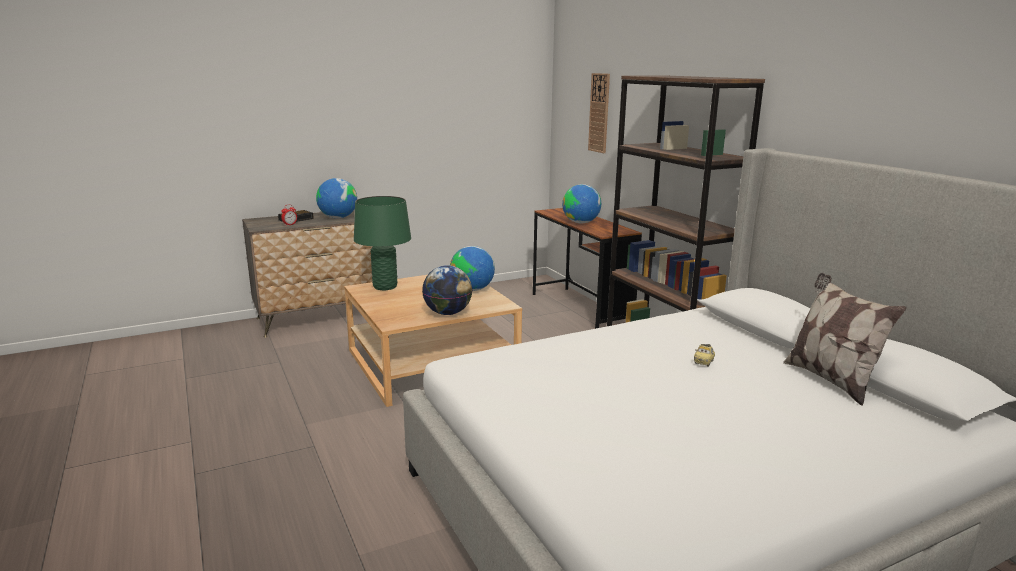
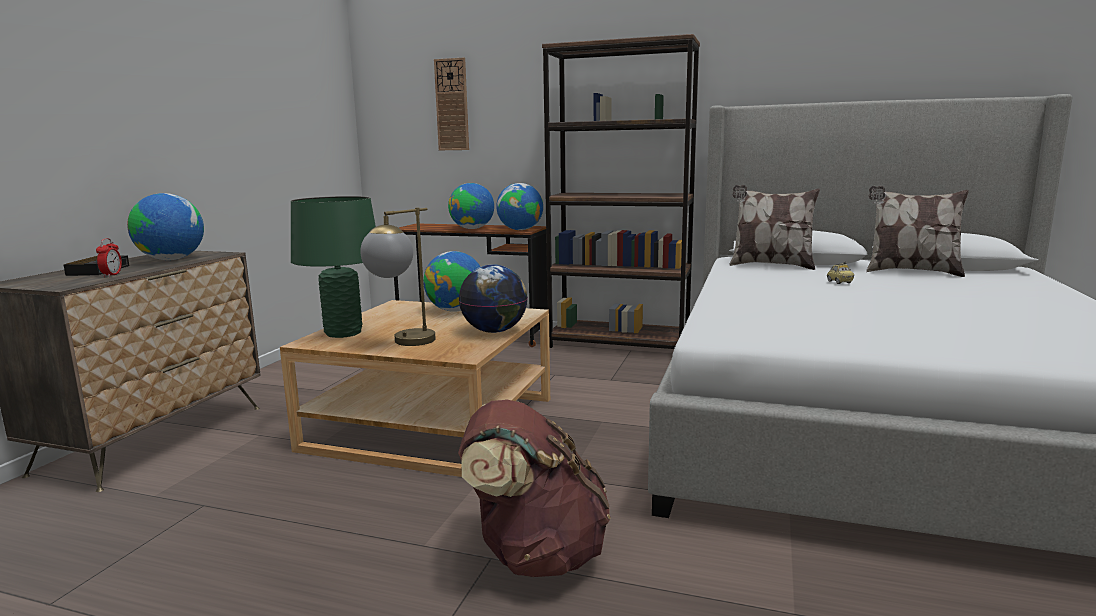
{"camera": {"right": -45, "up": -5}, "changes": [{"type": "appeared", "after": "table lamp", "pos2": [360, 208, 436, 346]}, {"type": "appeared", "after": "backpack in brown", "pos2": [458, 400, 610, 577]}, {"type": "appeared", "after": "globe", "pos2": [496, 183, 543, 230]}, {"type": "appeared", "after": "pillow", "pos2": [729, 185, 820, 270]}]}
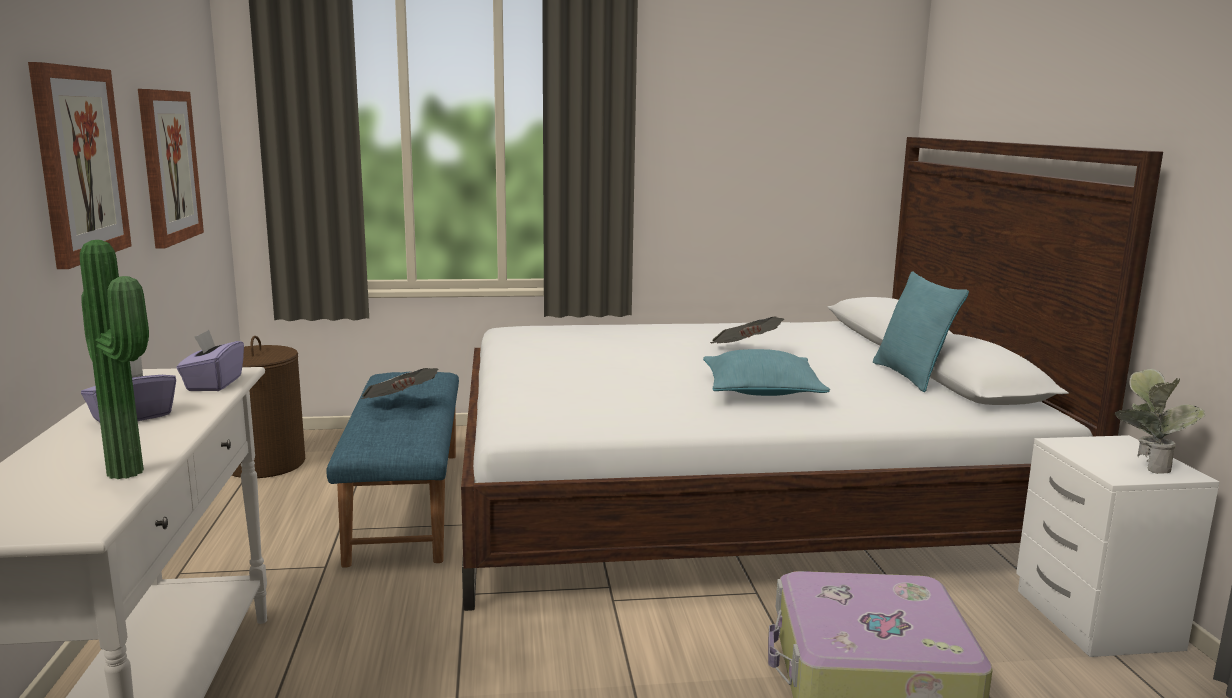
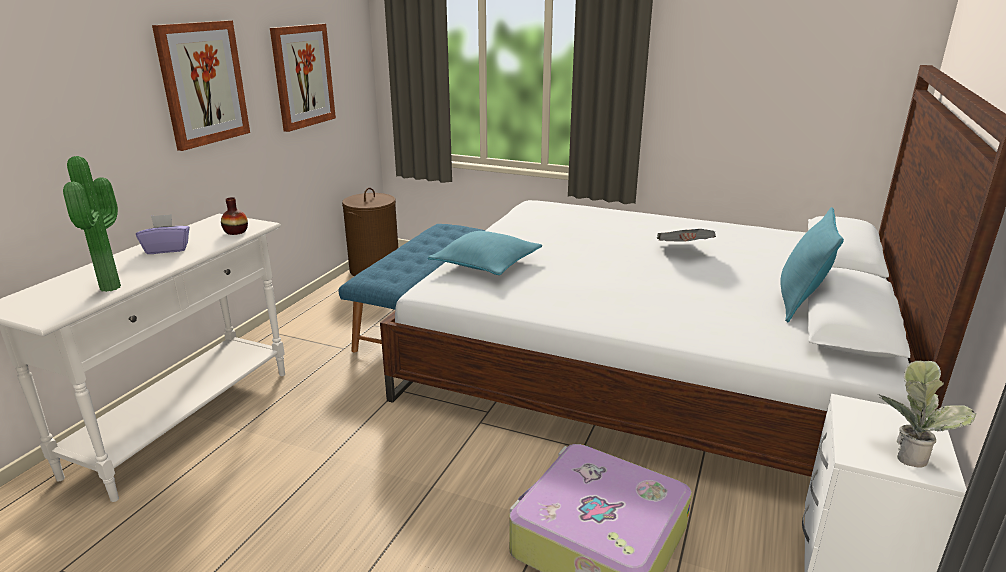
{"camera": {"right": 30, "up": 10}, "changes": [{"type": "exchanged", "before": "tissue box in purple", "after": "vase", "pos1": [177, 329, 244, 391], "pos2": [221, 197, 248, 235]}, {"type": "missing", "before": "newspaper", "pos1": [361, 368, 439, 399]}, {"type": "relocated", "before": "pillow in turquoise", "pos1": [703, 349, 830, 396], "pos2": [428, 231, 542, 275]}]}
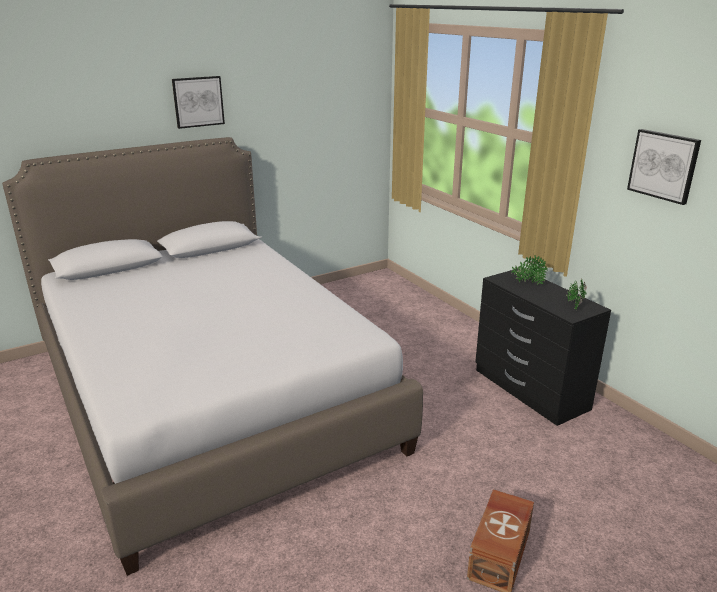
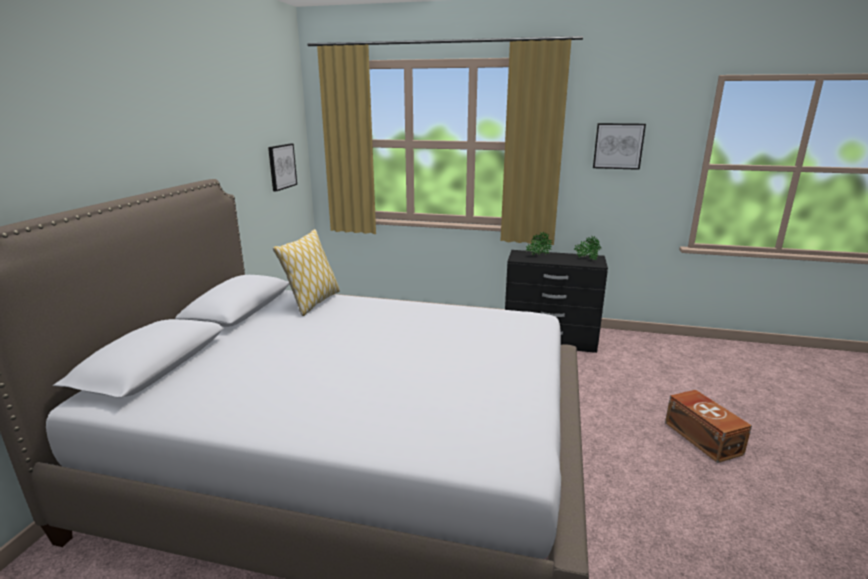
{"camera": {"right": -45, "up": -5}, "changes": [{"type": "relocated", "before": "picture", "pos1": [172, 76, 225, 129], "pos2": [268, 144, 297, 191]}, {"type": "appeared", "after": "pillow", "pos2": [273, 229, 340, 316]}]}
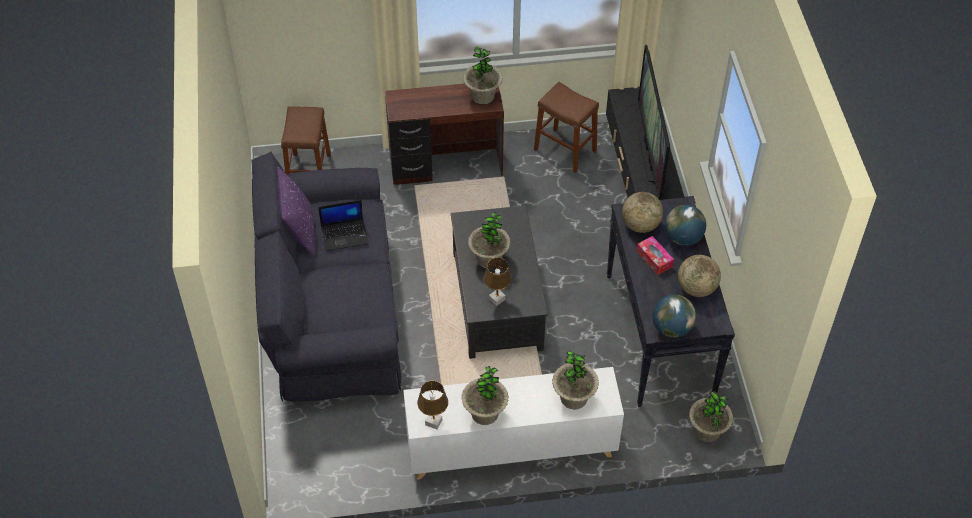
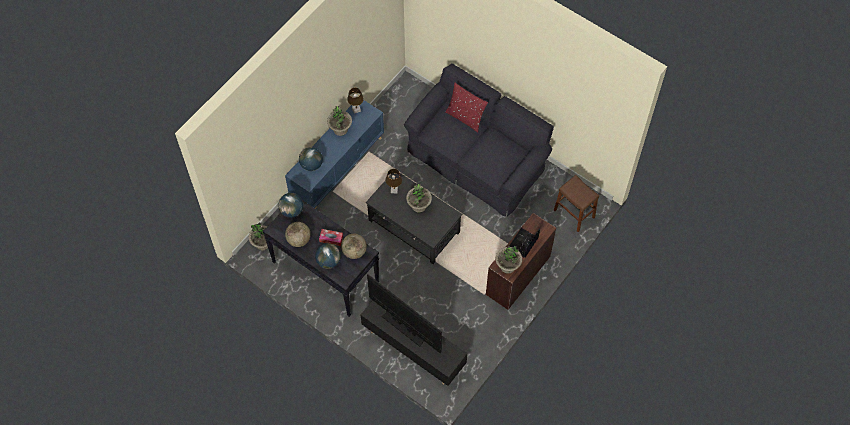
{"camera": {"right": 135, "up": 10}, "changes": [{"type": "missing", "before": "pillow in purple", "pos1": [277, 167, 315, 257]}, {"type": "relocated", "before": "laptop", "pos1": [318, 200, 369, 251], "pos2": [509, 228, 540, 258]}, {"type": "colour", "before": "cabinet in white", "after": "cabinet in blue", "pos1": [403, 367, 624, 480], "pos2": [285, 100, 384, 209]}, {"type": "missing", "before": "stool in brown", "pos1": [534, 82, 599, 173]}, {"type": "exchanged", "before": "potted plant", "after": "globe", "pos1": [552, 350, 599, 409], "pos2": [299, 147, 323, 171]}, {"type": "appeared", "after": "pillow in red", "pos2": [445, 83, 488, 132]}]}
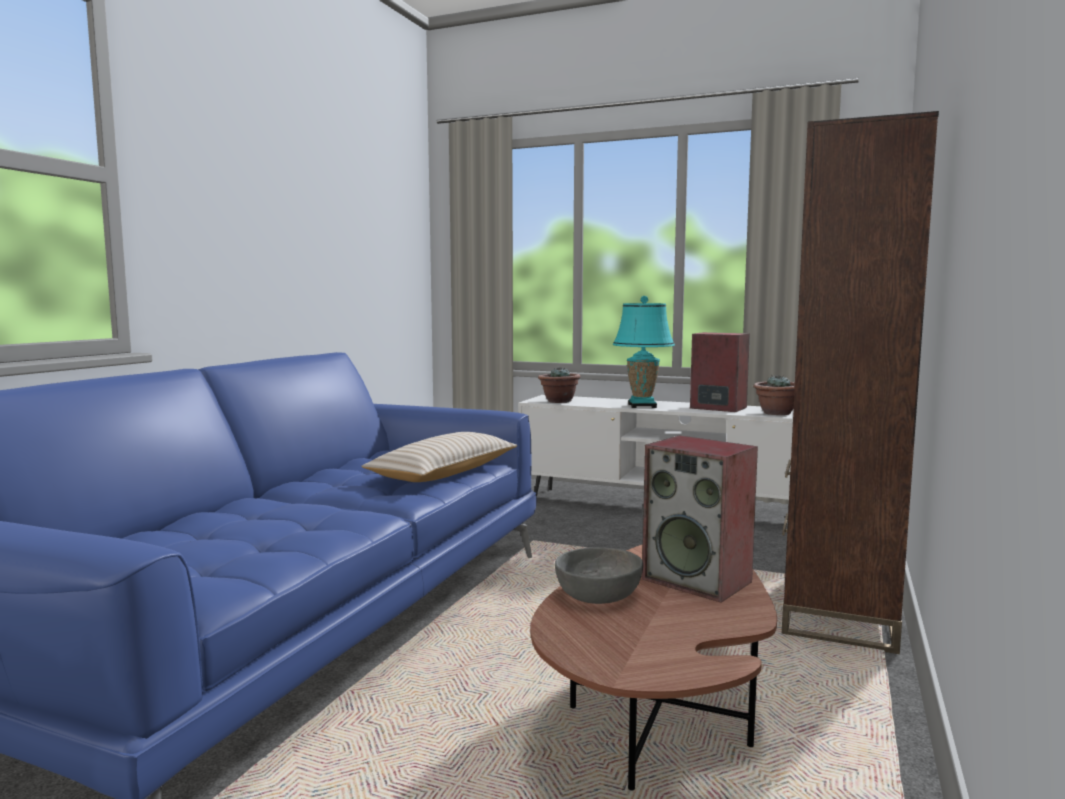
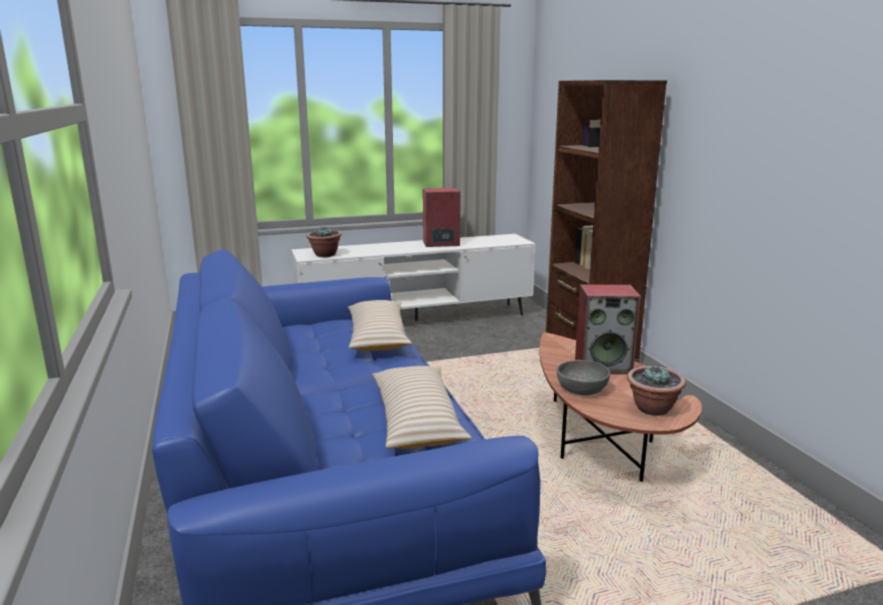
{"camera": {"right": -40, "up": 10}, "changes": [{"type": "missing", "before": "table lamp in turquoise", "pos1": [613, 296, 675, 408]}, {"type": "relocated", "before": "potted plant", "pos1": [753, 375, 795, 415], "pos2": [627, 365, 686, 416]}, {"type": "appeared", "after": "pillow in beige", "pos2": [372, 366, 471, 449]}]}
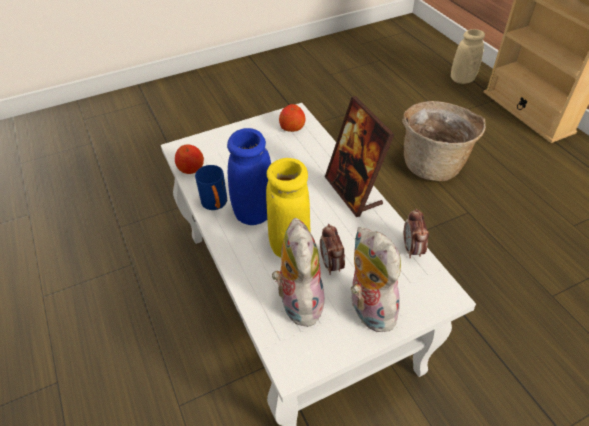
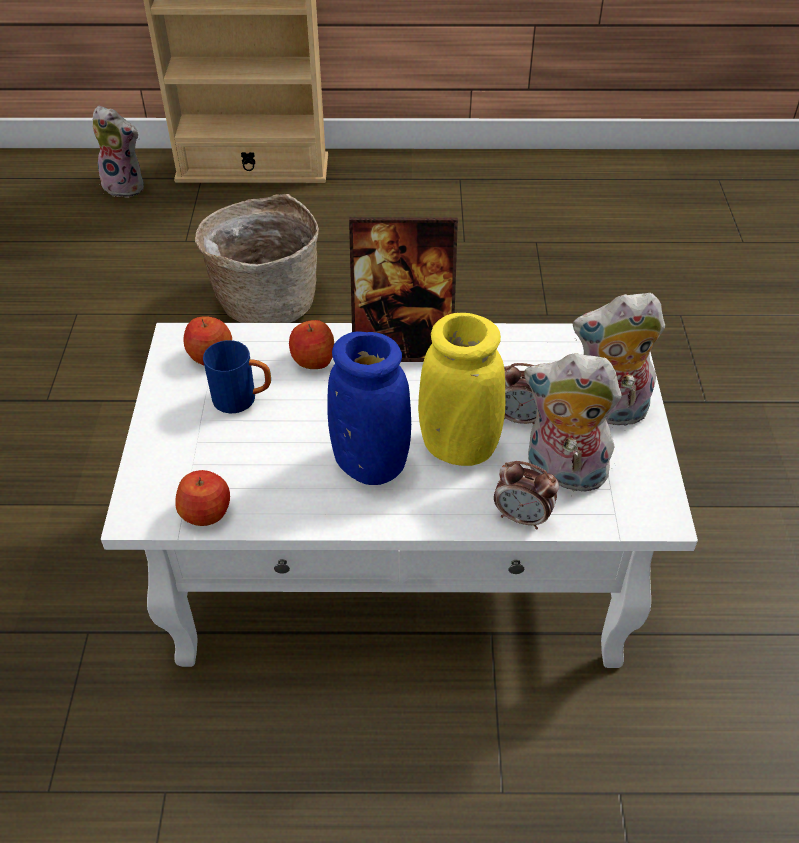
{"camera": {"right": -65, "up": 0}, "changes": [{"type": "relocated", "before": "mug in blue", "pos1": [195, 165, 227, 210], "pos2": [203, 340, 271, 413]}, {"type": "relocated", "before": "alarm clock", "pos1": [404, 208, 429, 258], "pos2": [494, 461, 559, 530]}, {"type": "exchanged", "before": "vase in beige", "after": "plush toy", "pos1": [451, 29, 485, 84], "pos2": [92, 106, 144, 198]}, {"type": "appeared", "after": "apple", "pos2": [289, 320, 334, 369]}]}
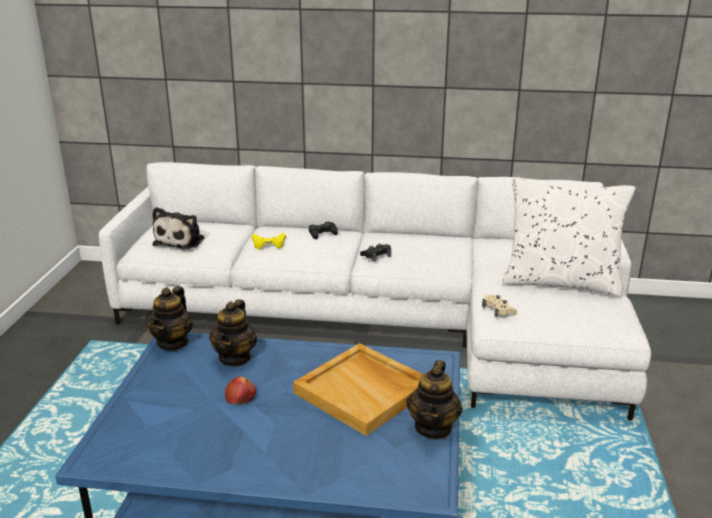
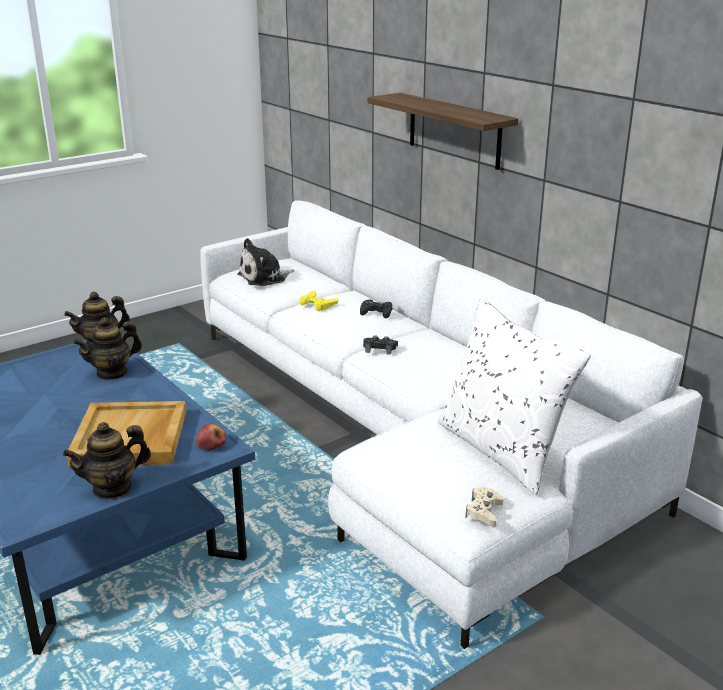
{"camera": {"right": 45, "up": 0}, "changes": [{"type": "relocated", "before": "apple", "pos1": [225, 377, 256, 404], "pos2": [196, 424, 226, 451]}, {"type": "relocated", "before": "game controller in beige", "pos1": [482, 294, 517, 317], "pos2": [465, 487, 504, 527]}, {"type": "appeared", "after": "shelf", "pos2": [367, 92, 518, 170]}]}
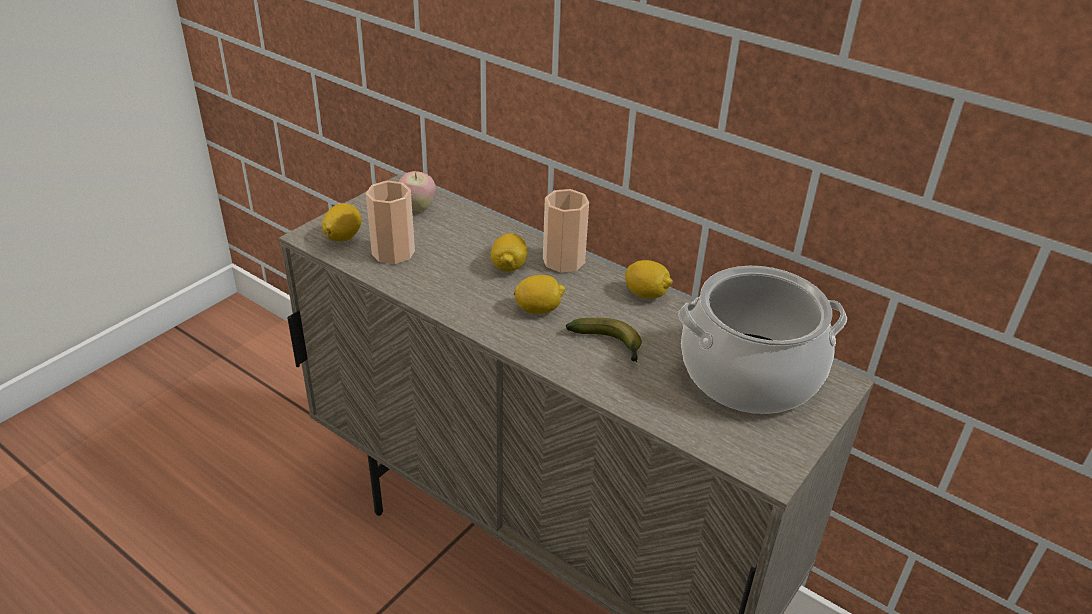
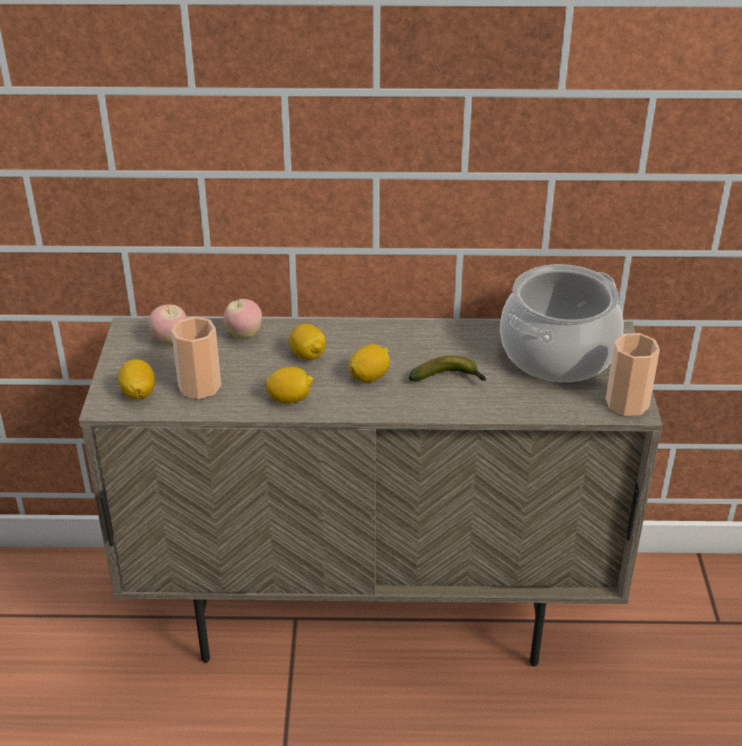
{"camera": {"right": -35, "up": 0}, "changes": [{"type": "relocated", "before": "cup", "pos1": [543, 189, 589, 272], "pos2": [606, 333, 660, 416]}, {"type": "relocated", "before": "lemon", "pos1": [625, 260, 673, 299], "pos2": [265, 367, 313, 404]}, {"type": "appeared", "after": "apple", "pos2": [223, 299, 262, 339]}]}
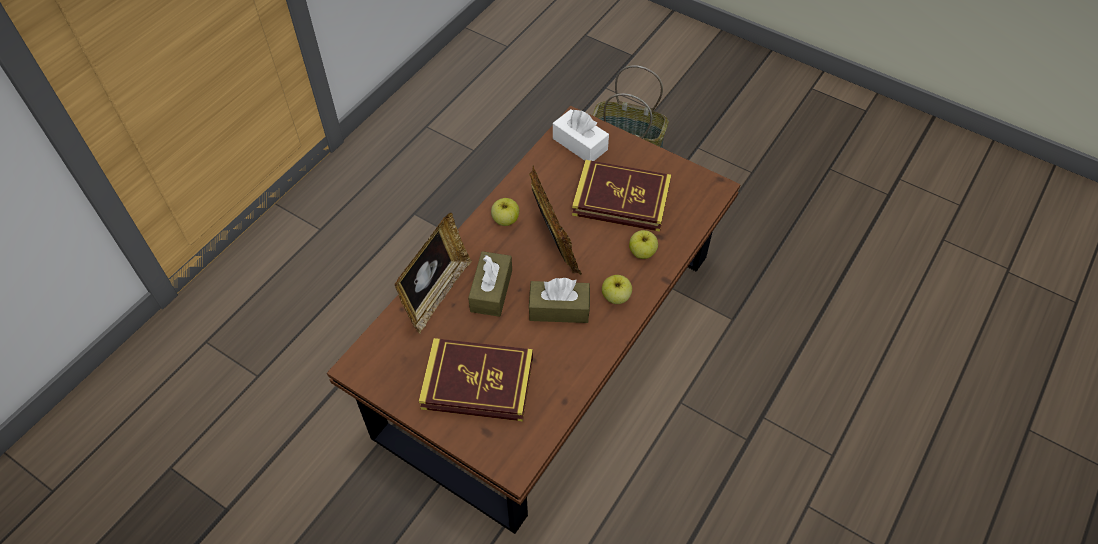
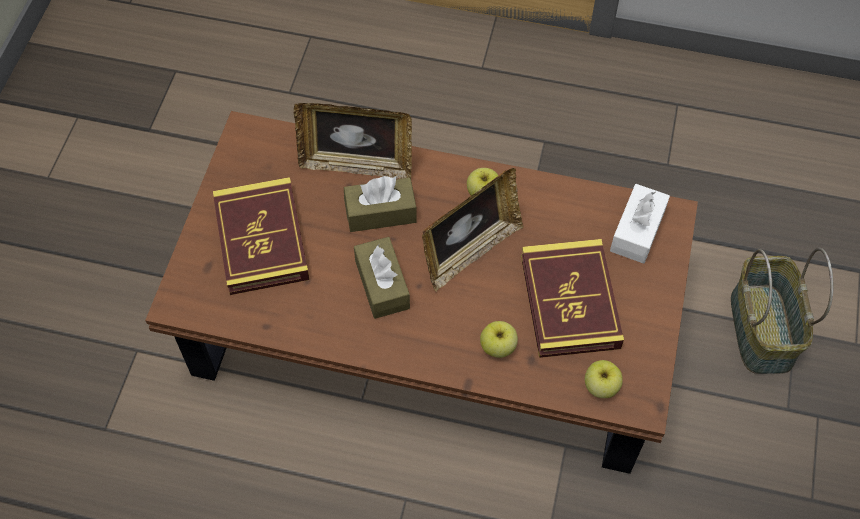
{"camera": {"right": 70, "up": 5}, "changes": [{"type": "relocated", "before": "apple", "pos1": [602, 275, 632, 304], "pos2": [585, 360, 623, 398]}]}
